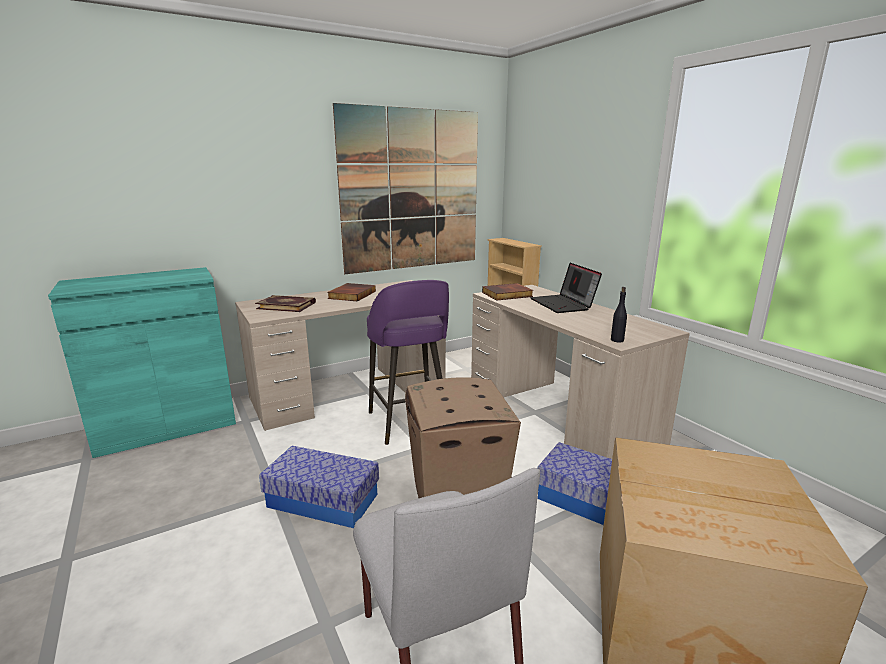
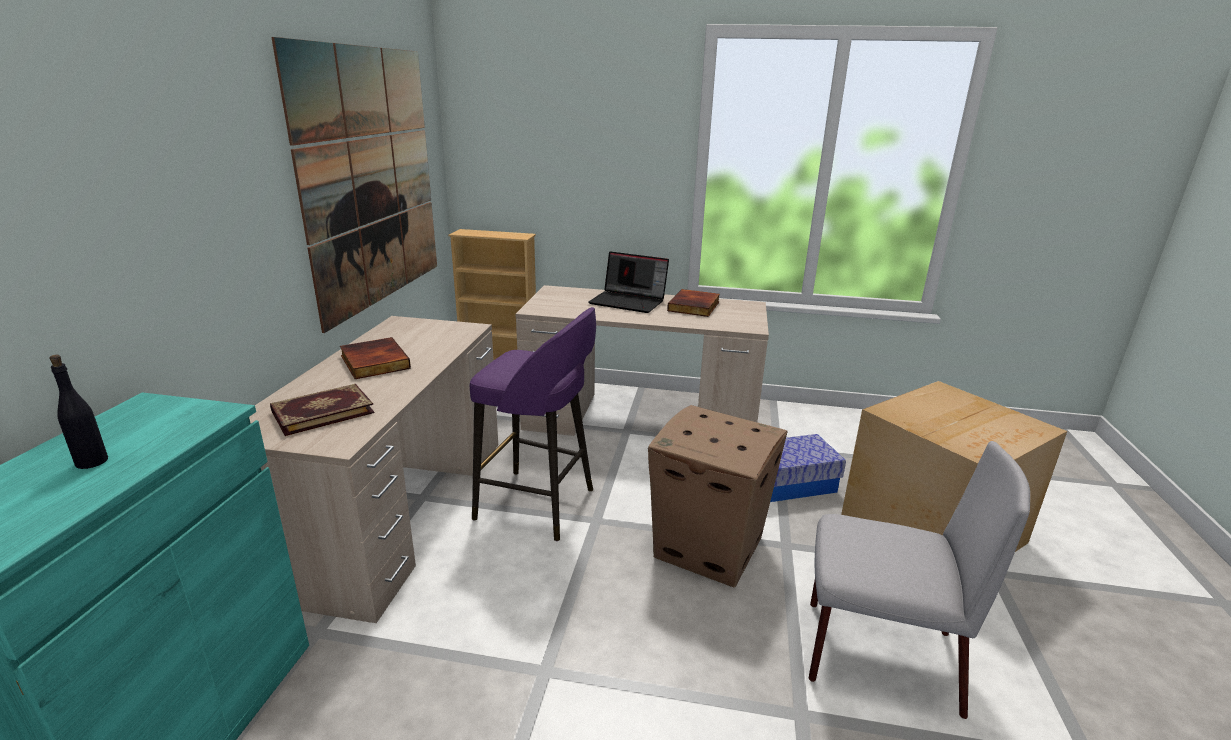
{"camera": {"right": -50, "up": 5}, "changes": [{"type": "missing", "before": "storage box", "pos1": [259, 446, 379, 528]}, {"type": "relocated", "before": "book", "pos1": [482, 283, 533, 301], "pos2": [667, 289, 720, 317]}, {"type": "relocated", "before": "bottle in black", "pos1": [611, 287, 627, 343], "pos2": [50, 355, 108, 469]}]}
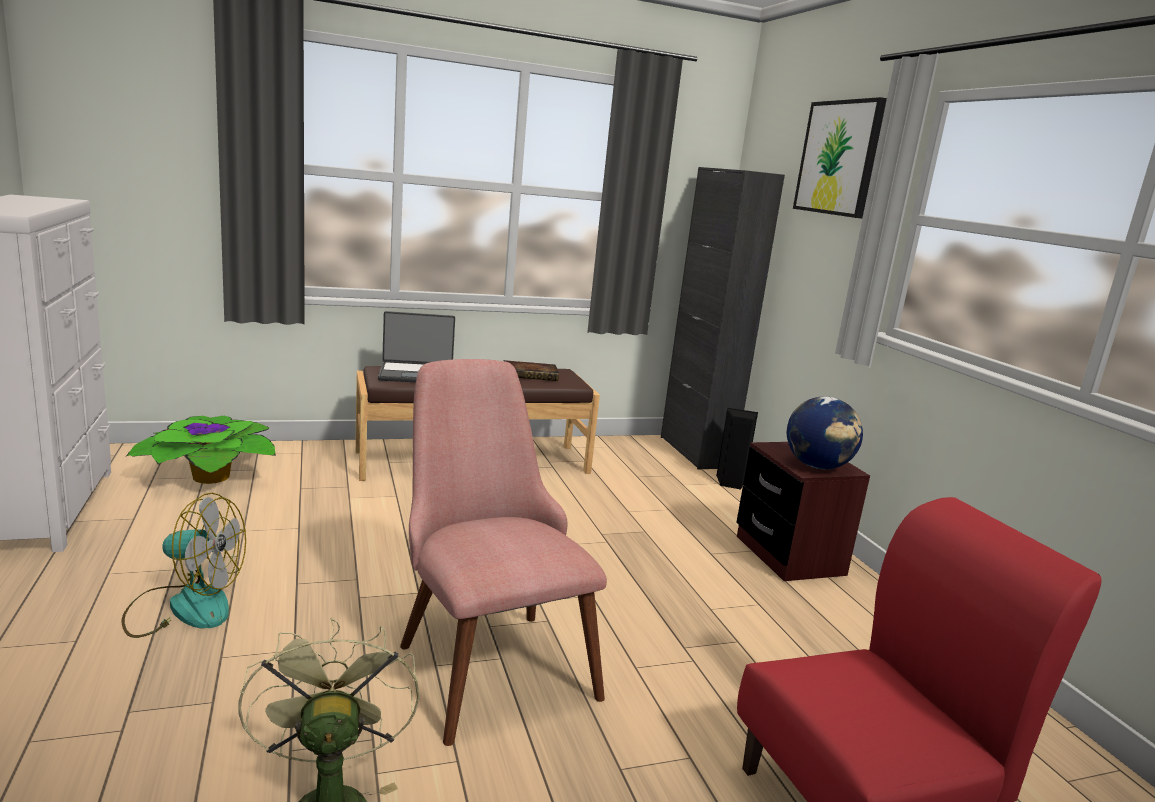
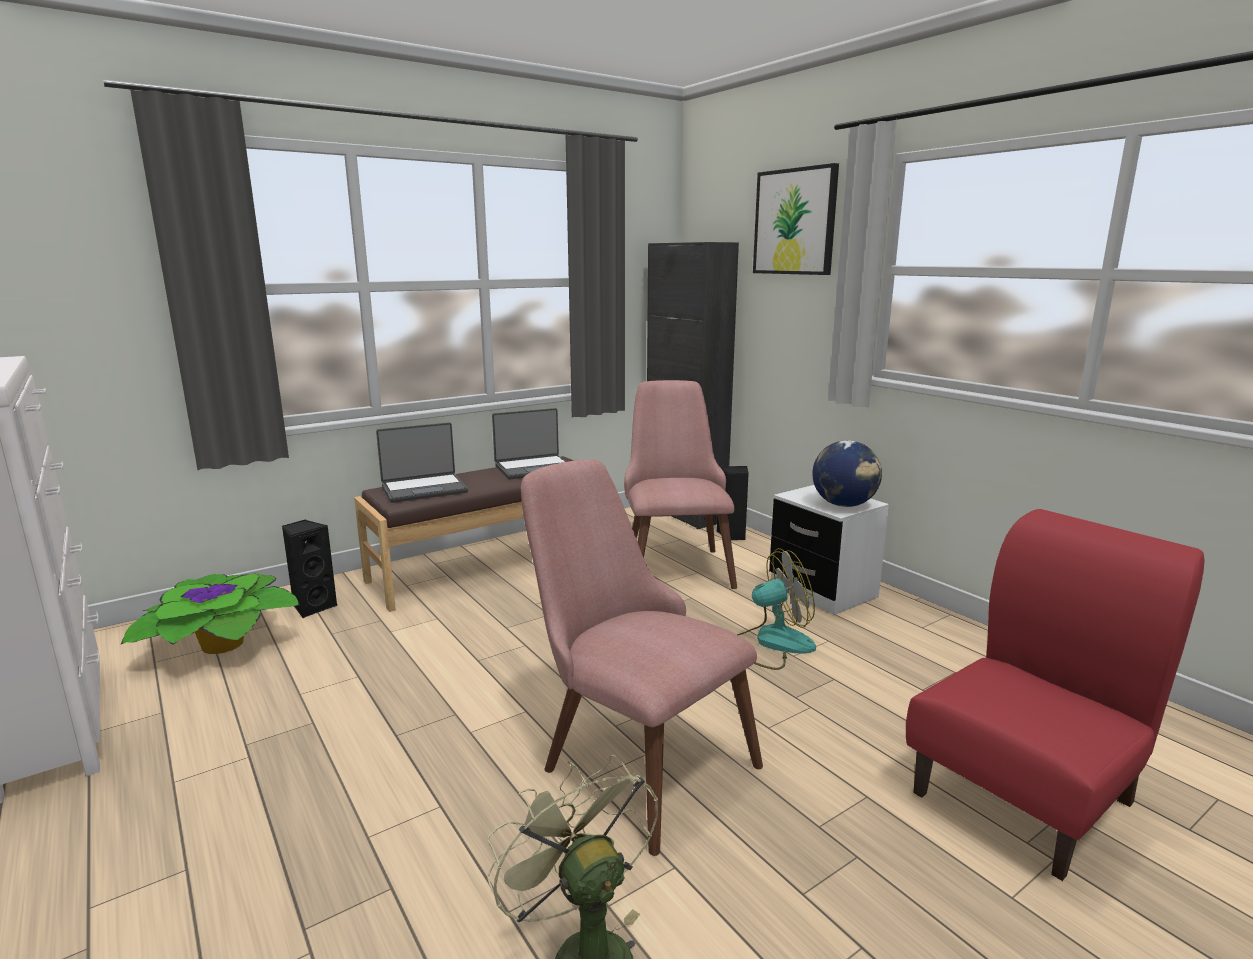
{"camera": {"right": -15, "up": 0}, "changes": [{"type": "relocated", "before": "fan", "pos1": [122, 493, 246, 638], "pos2": [737, 548, 816, 670]}, {"type": "exchanged", "before": "book", "after": "laptop", "pos1": [504, 360, 559, 381], "pos2": [492, 408, 567, 480]}, {"type": "colour", "before": "nightstand in brown", "after": "nightstand in white", "pos1": [736, 442, 870, 581], "pos2": [769, 485, 889, 615]}, {"type": "appeared", "after": "speaker in black", "pos2": [282, 519, 337, 618]}, {"type": "appeared", "after": "chair in pink", "pos2": [624, 380, 737, 589]}]}
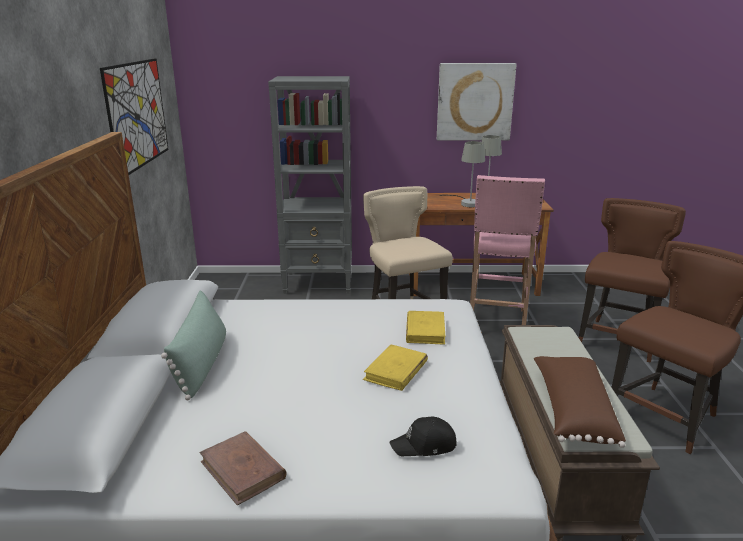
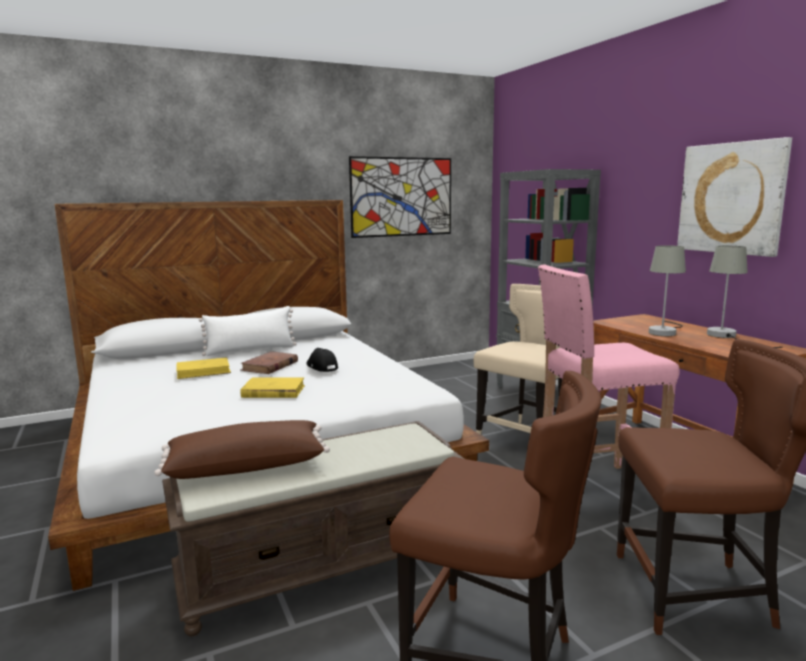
{"camera": {"right": 65, "up": -10}, "changes": [{"type": "colour", "before": "pillow in green", "after": "pillow in white", "pos1": [161, 290, 226, 400], "pos2": [199, 306, 297, 356]}, {"type": "relocated", "before": "book in brown", "pos1": [200, 431, 287, 505], "pos2": [241, 351, 298, 374]}, {"type": "relocated", "before": "cap in black", "pos1": [390, 417, 457, 456], "pos2": [307, 348, 338, 372]}, {"type": "relocated", "before": "book in yellow", "pos1": [406, 311, 446, 344], "pos2": [177, 357, 231, 379]}]}
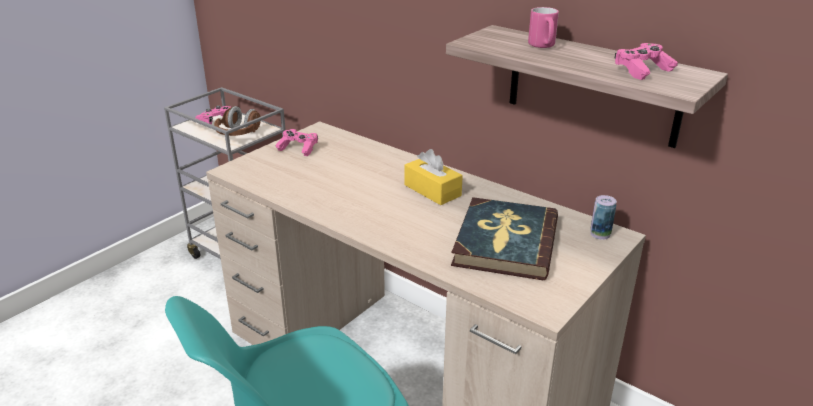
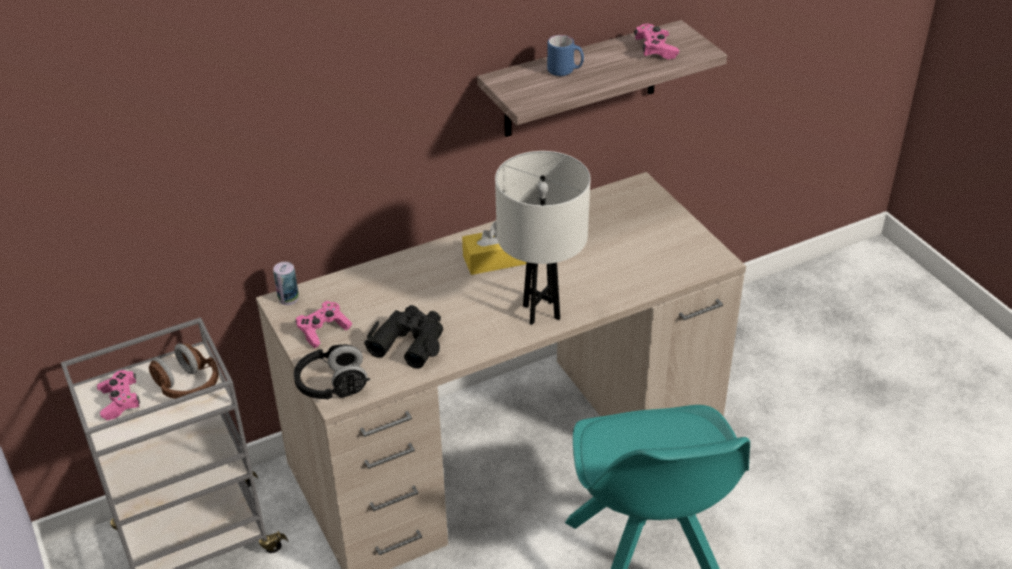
{"camera": {"right": -65, "up": 10}, "changes": [{"type": "missing", "before": "book", "pos1": [451, 197, 558, 280]}, {"type": "colour", "before": "mug in pink", "after": "mug in blue", "pos1": [528, 7, 559, 48], "pos2": [547, 35, 584, 76]}, {"type": "relocated", "before": "can", "pos1": [590, 195, 617, 240], "pos2": [273, 262, 299, 305]}, {"type": "appeared", "after": "headphones in black", "pos2": [294, 344, 370, 399]}, {"type": "appeared", "after": "binoculars in black", "pos2": [364, 305, 443, 369]}, {"type": "appeared", "after": "table lamp in white", "pos2": [495, 151, 591, 325]}]}
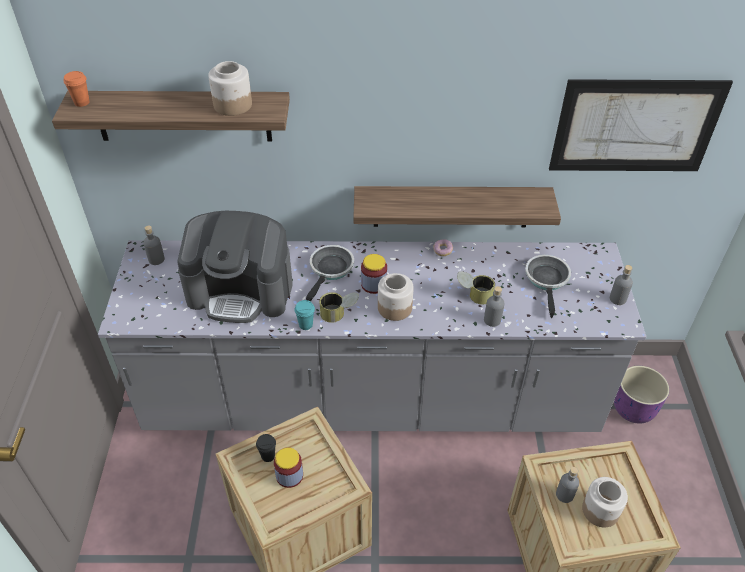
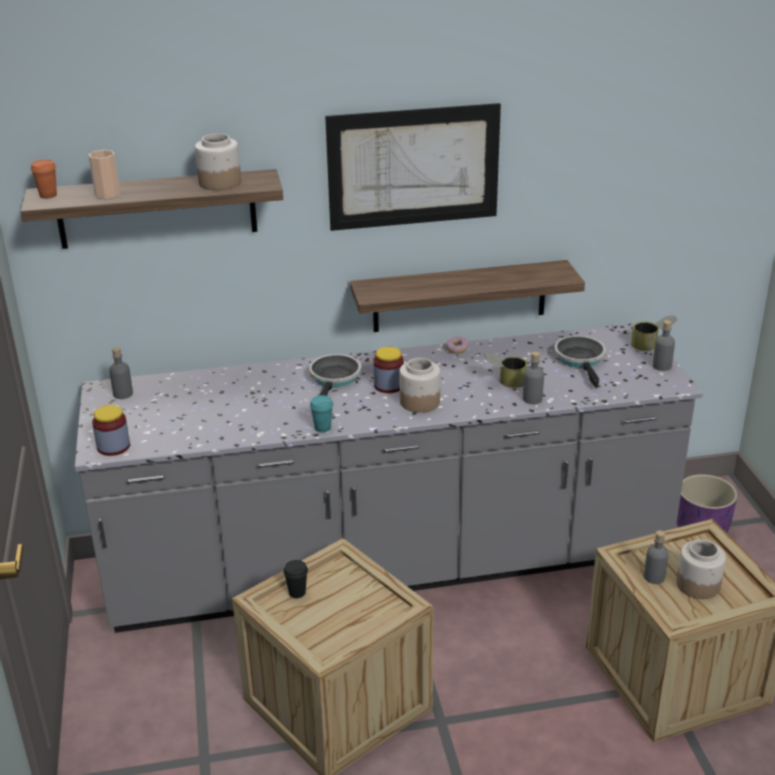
{"camera": {"right": -10, "up": -15}, "changes": [{"type": "missing", "before": "coffee machine", "pos1": [177, 210, 293, 323]}, {"type": "relocated", "before": "jar", "pos1": [274, 447, 303, 488], "pos2": [92, 405, 130, 456]}, {"type": "relocated", "before": "can", "pos1": [319, 292, 359, 323], "pos2": [631, 315, 677, 351]}, {"type": "relocated", "before": "picture", "pos1": [549, 79, 733, 171], "pos2": [325, 103, 501, 231]}, {"type": "appeared", "after": "cup", "pos2": [88, 150, 121, 199]}]}
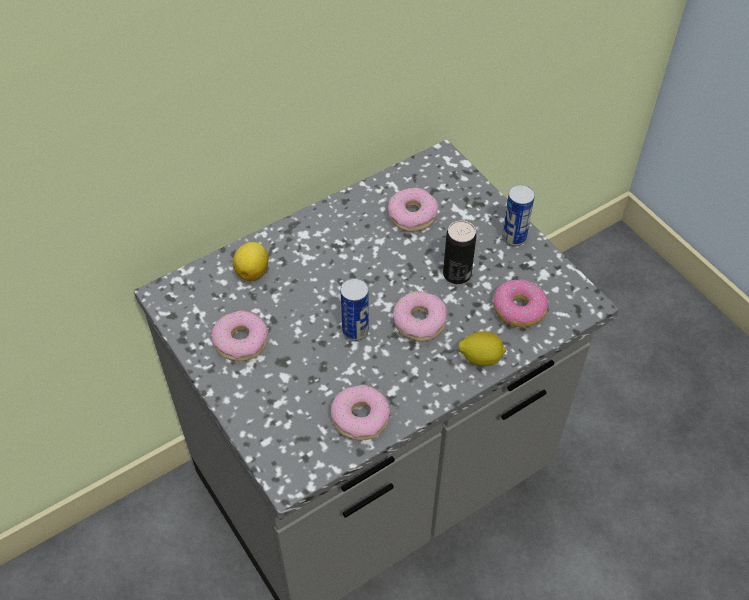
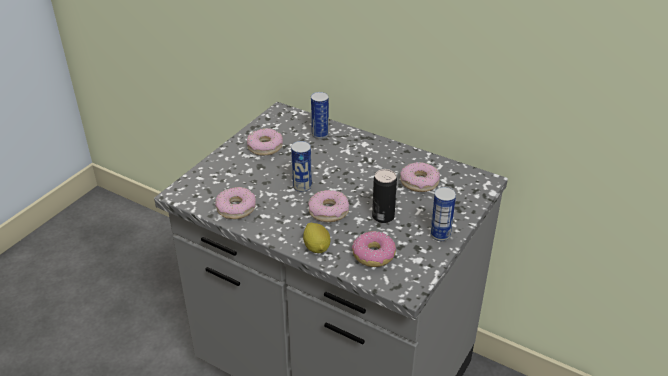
{"camera": {"right": 65, "up": -15}, "changes": [{"type": "exchanged", "before": "lemon", "after": "can", "pos1": [233, 242, 269, 281], "pos2": [311, 92, 329, 139]}]}
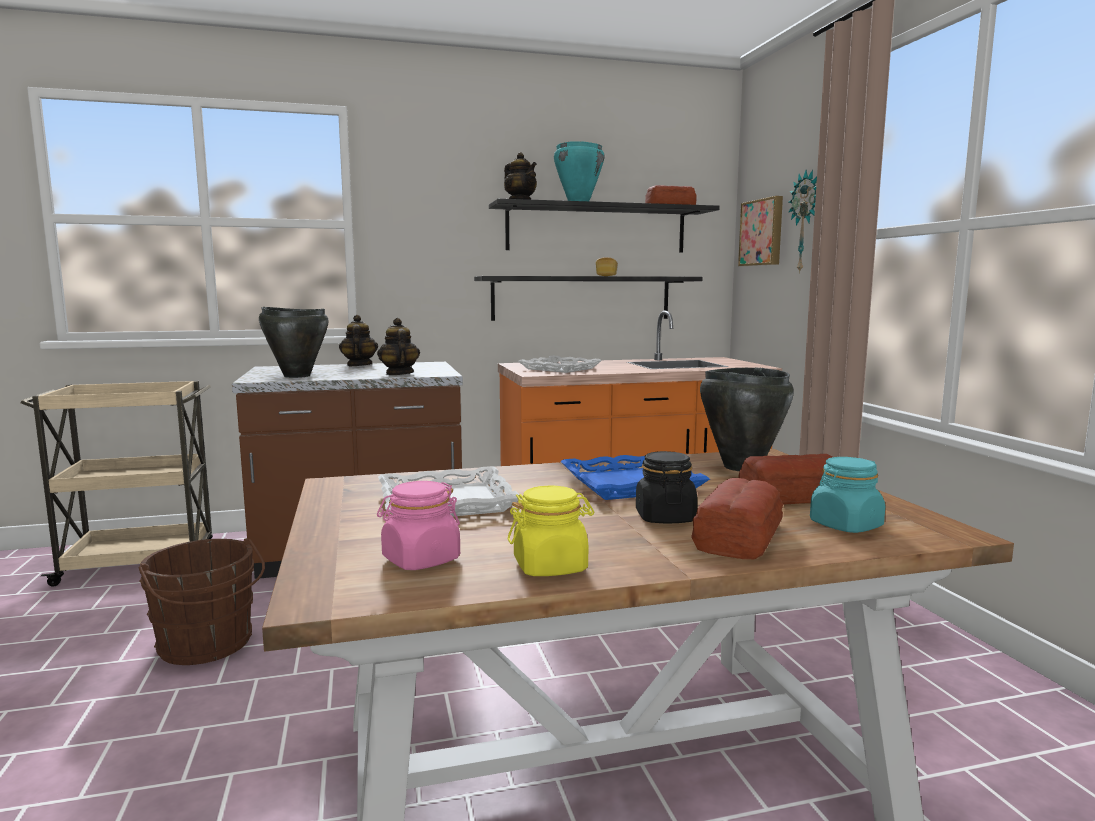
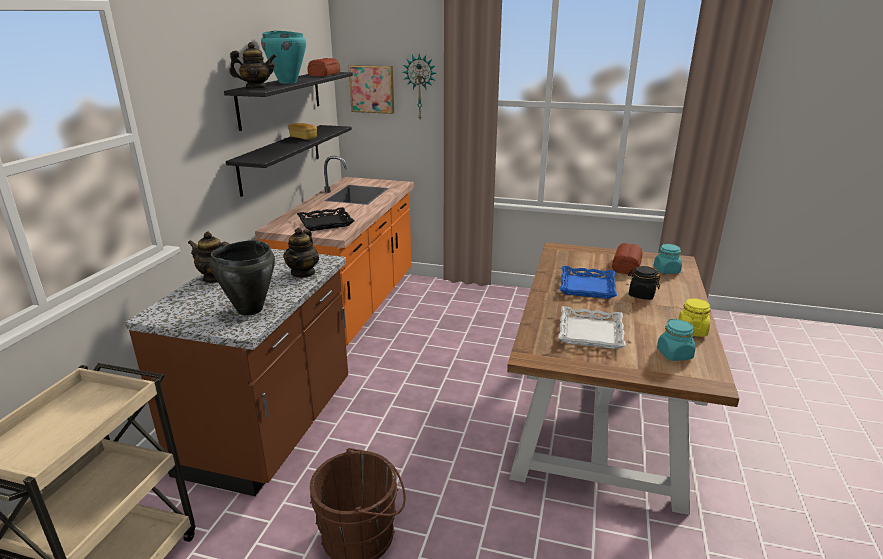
{"camera": {"right": -60, "up": 15}, "changes": [{"type": "spun", "before": "teapot", "pos1": [377, 318, 420, 375], "pos2": [283, 228, 319, 278], "turn": -90}, {"type": "colour", "before": "jar in pink", "after": "jar in turquoise", "pos1": [377, 481, 460, 570], "pos2": [657, 319, 696, 361]}, {"type": "colour", "before": "tray in white", "after": "tray in black", "pos1": [518, 356, 602, 373], "pos2": [297, 207, 355, 231]}, {"type": "missing", "before": "bread", "pos1": [691, 478, 783, 559]}, {"type": "missing", "before": "cooking pot in black", "pos1": [700, 367, 794, 471]}]}
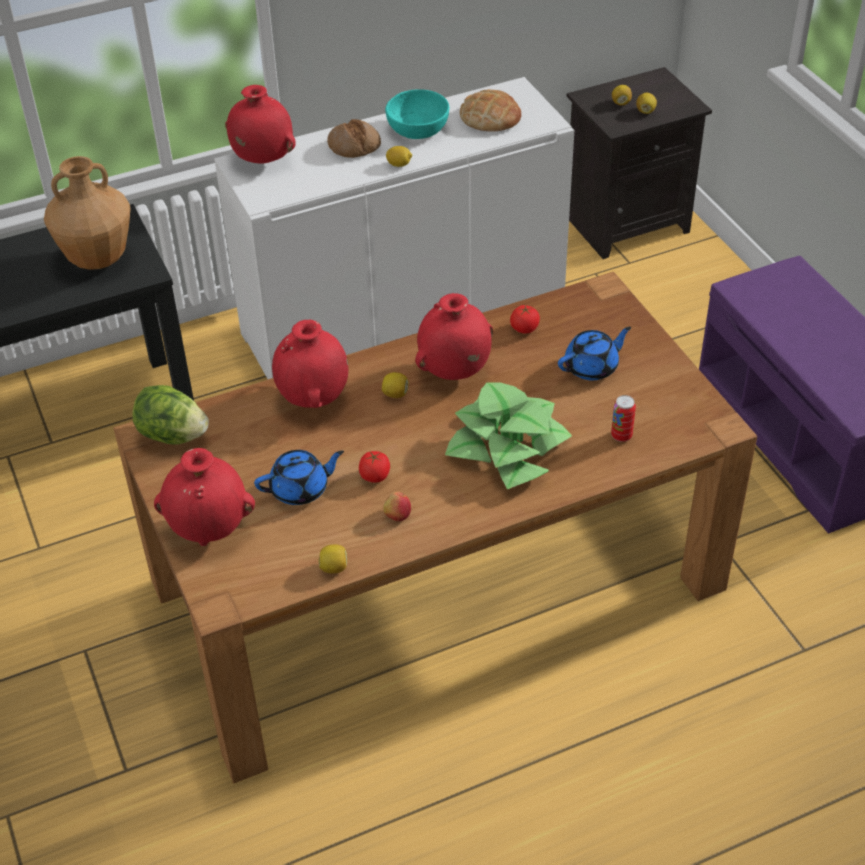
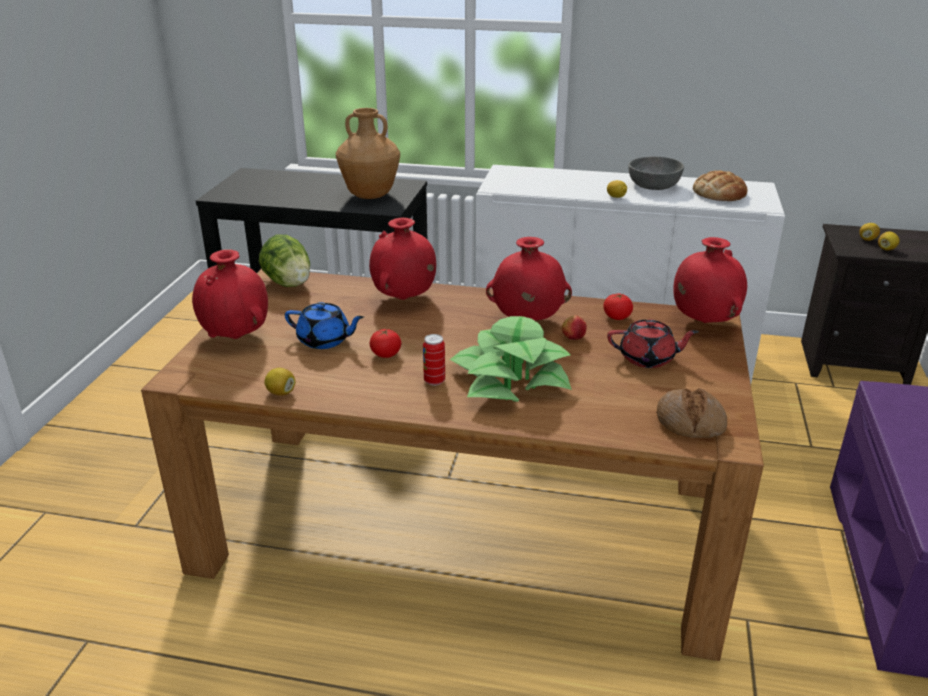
{"camera": {"right": 35, "up": -15}, "changes": [{"type": "relocated", "before": "vase in red", "pos1": [225, 85, 296, 163], "pos2": [674, 237, 747, 323]}, {"type": "relocated", "before": "bread", "pos1": [327, 119, 381, 158], "pos2": [656, 388, 727, 438]}, {"type": "missing", "before": "lemon", "pos1": [382, 372, 409, 398]}, {"type": "relocated", "before": "apple", "pos1": [383, 492, 411, 521], "pos2": [562, 315, 587, 340]}, {"type": "colour", "before": "bowl in turquoise", "after": "bowl in grey", "pos1": [385, 89, 449, 139], "pos2": [628, 156, 684, 190]}, {"type": "colour", "before": "teapot in blue", "after": "teapot in red", "pos1": [558, 327, 631, 381], "pos2": [607, 319, 699, 368]}, {"type": "relocated", "before": "can", "pos1": [611, 395, 636, 442], "pos2": [423, 334, 445, 386]}]}
